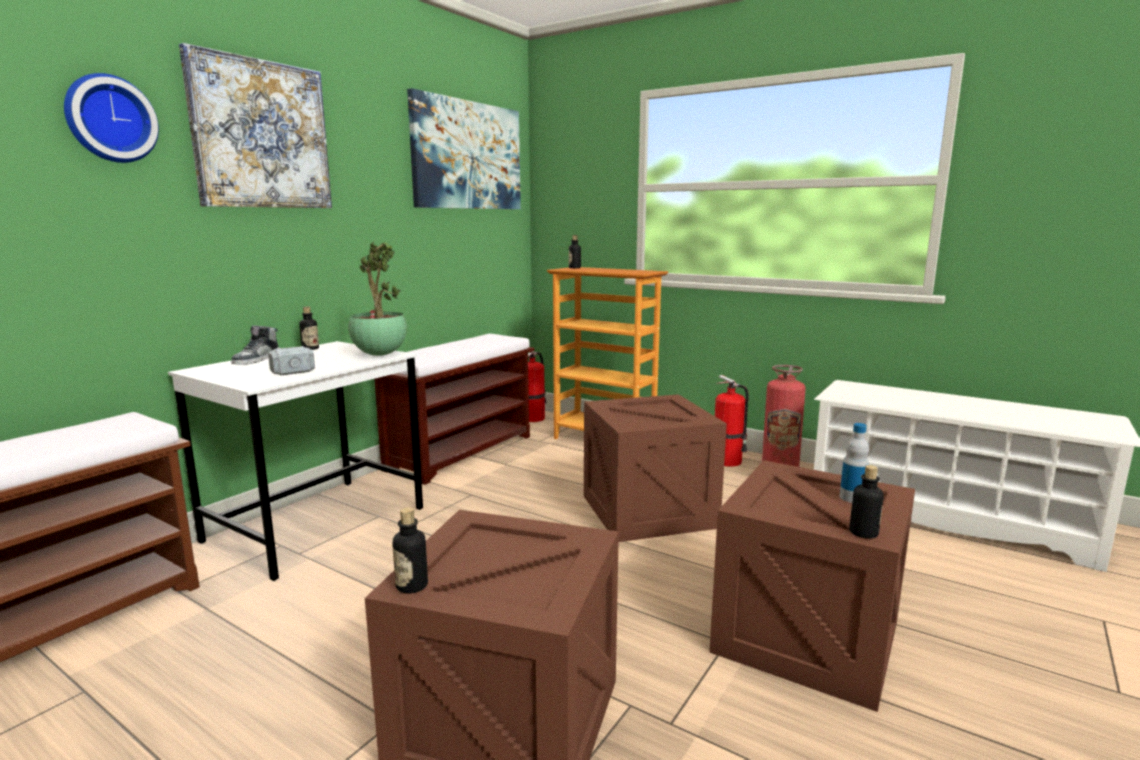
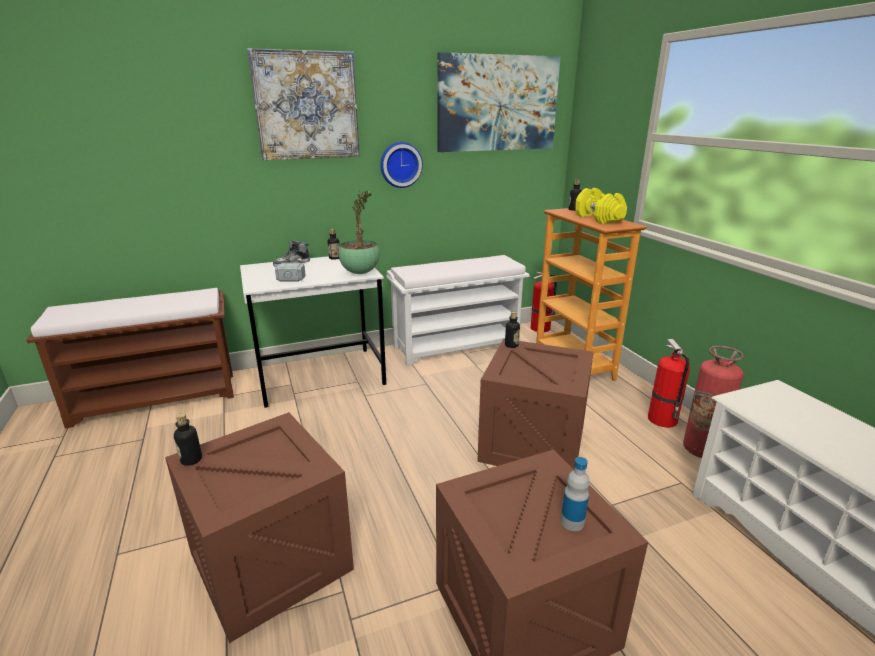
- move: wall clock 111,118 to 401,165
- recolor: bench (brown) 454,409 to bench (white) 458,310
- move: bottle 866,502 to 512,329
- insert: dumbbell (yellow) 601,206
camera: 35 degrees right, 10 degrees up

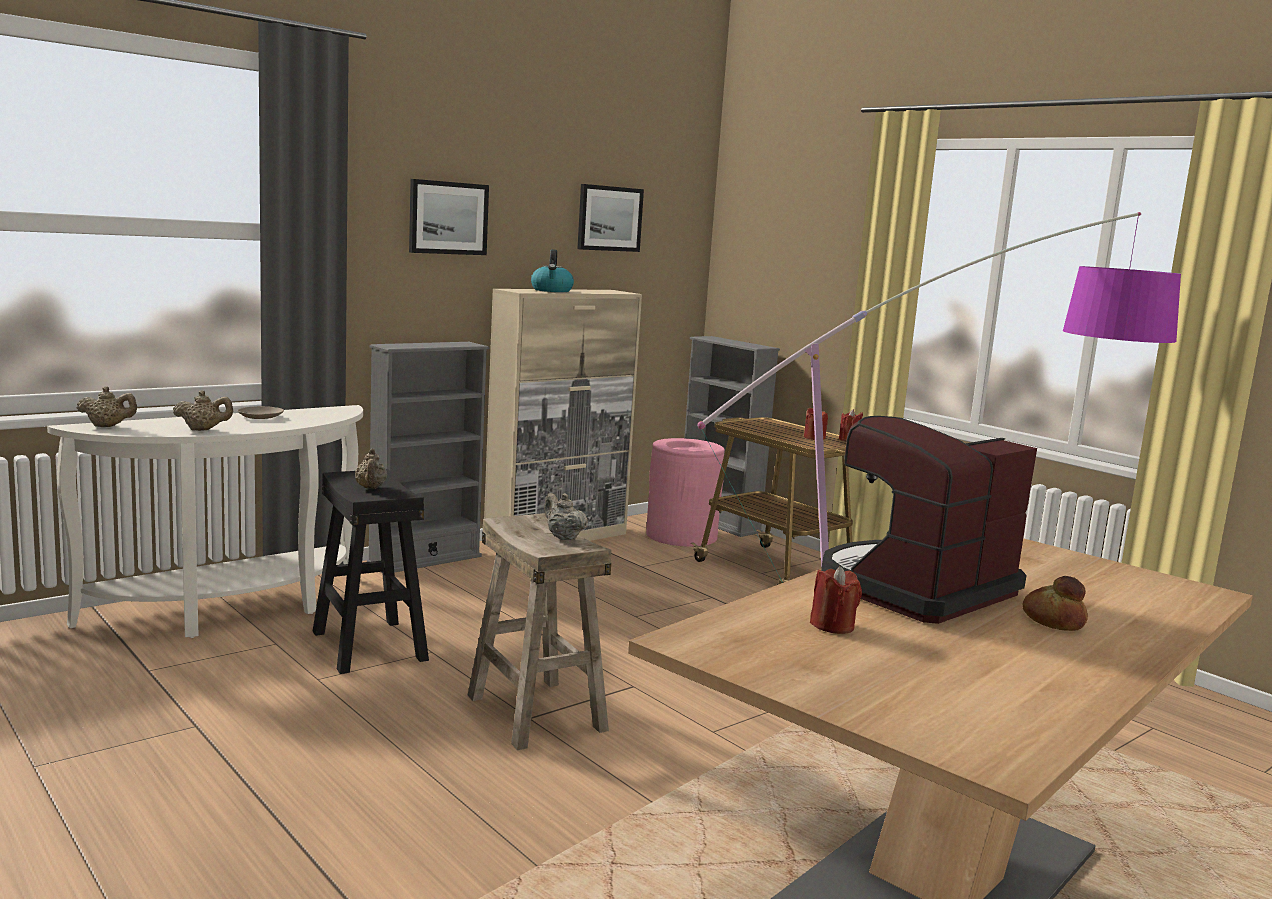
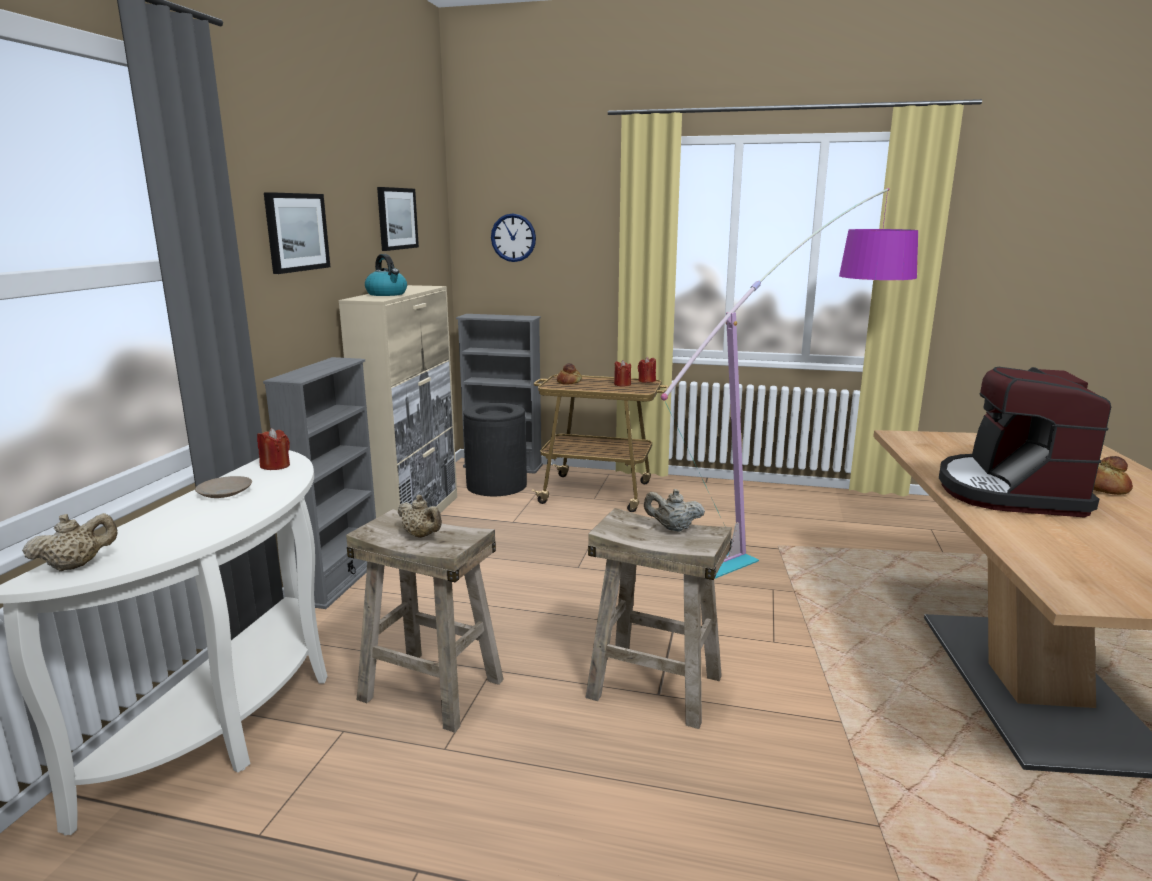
- move: candle (red) 836,600 to 273,449
- recolor: stool (black) 371,571 to stool (beige) 425,621
- recolor: trash can (pink) 685,492 to trash can (black) 495,449
- insert: wall clock 513,237
- insert: bread 569,374
- delete: teapot (beige) 203,410
camera: 35 degrees left, 5 degrees up

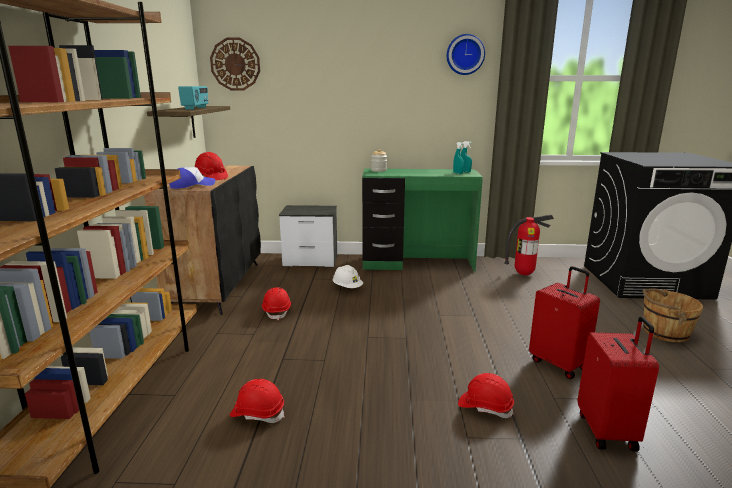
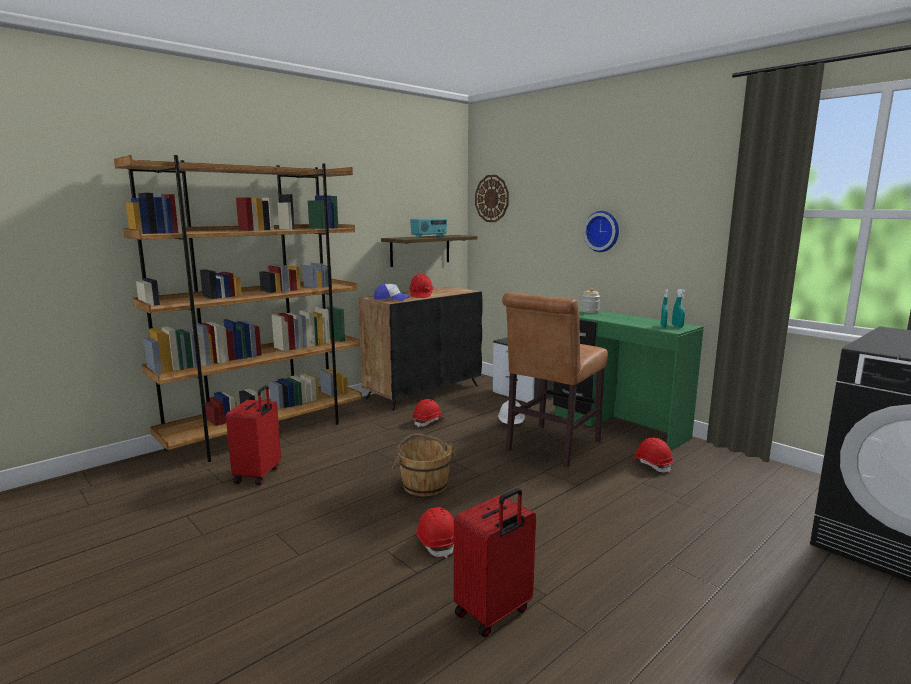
- move: suitcase (red) 564,322 to 253,435
- move: bucket (brown) 672,315 to 424,465
- insert: chair (brown) 555,380
- move: wall clock 466,54 to 601,231
- move: hard hat (red) 257,401 to 652,455
- delete: fire extinguisher 529,245
camera: 45 degrees right, 5 degrees down

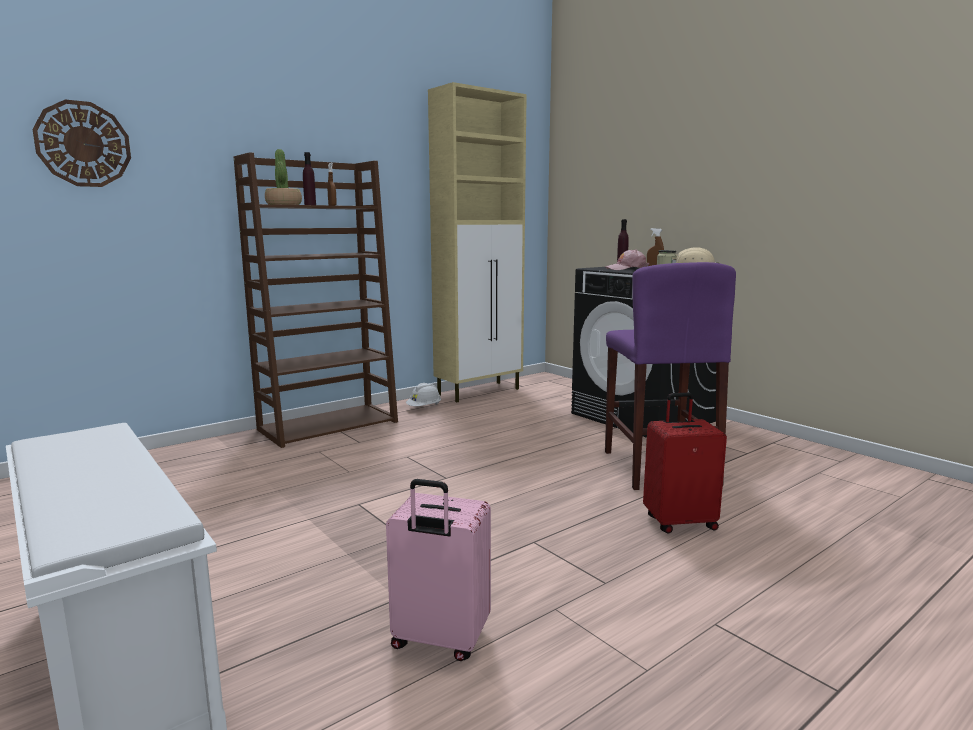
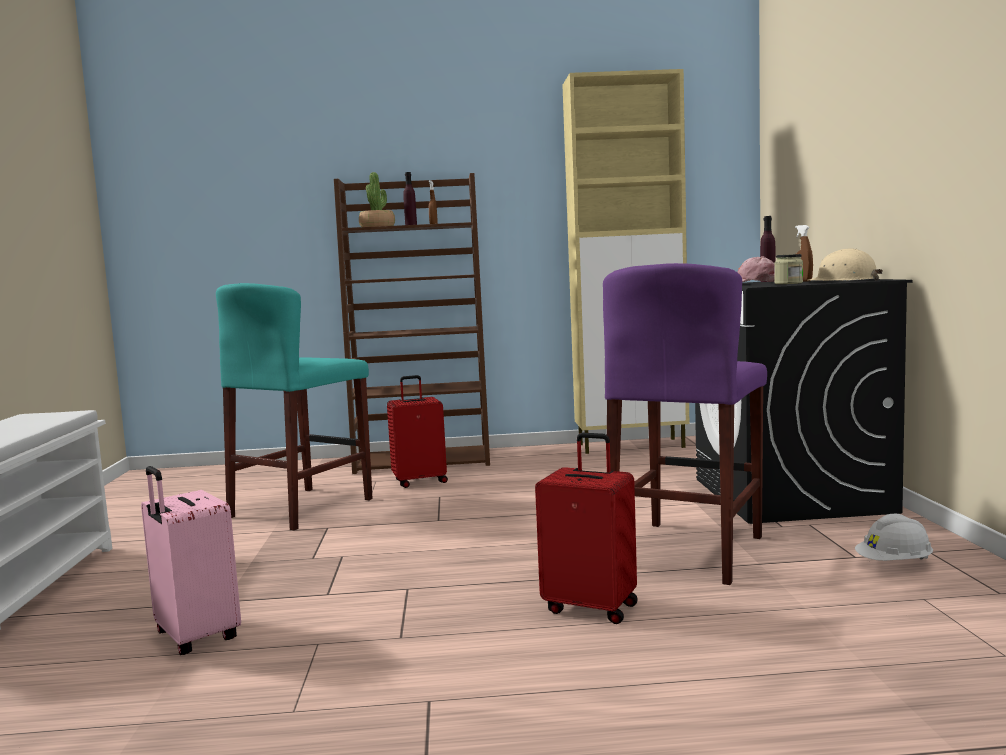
- insert: stool (turquoise) 294,406
- insert: suitcase (red) 417,431
- move: hard hat (white) 423,394 to 894,537
- delete: wall clock 81,143
camera: 35 degrees right, 5 degrees down

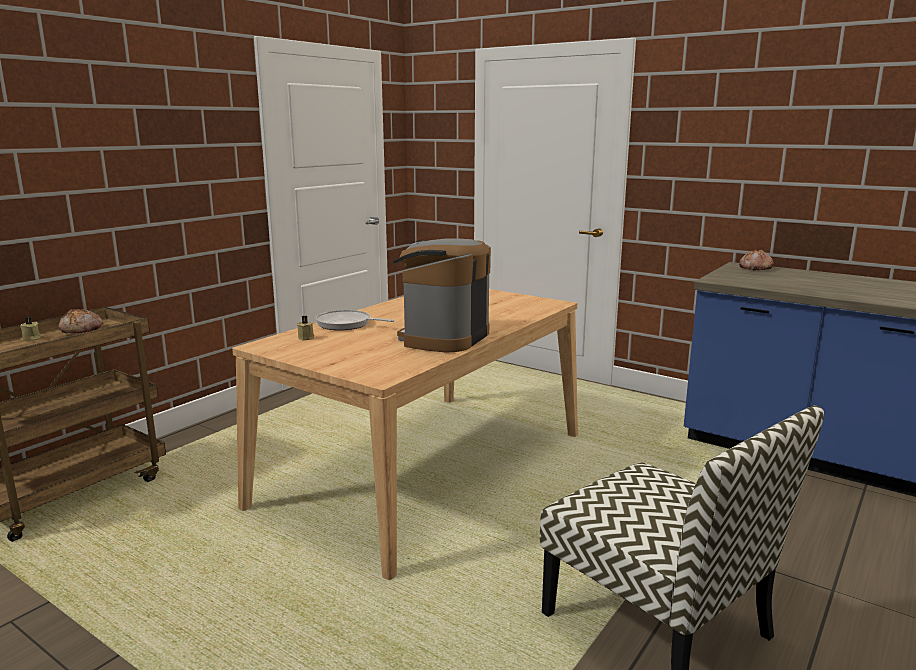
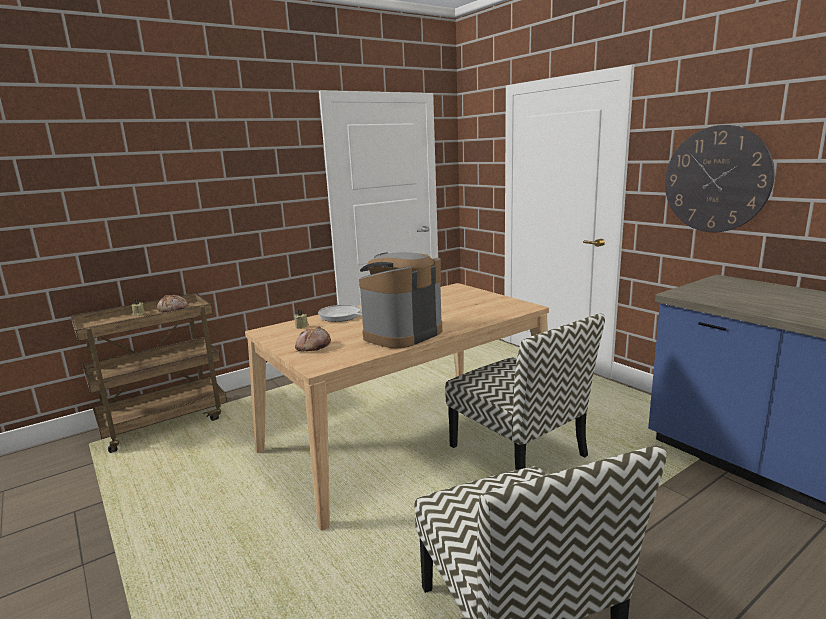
- move: bread 756,260 to 313,339
- insert: chair 525,391
- insert: wall clock 720,178
camera: 20 degrees right, 0 degrees up

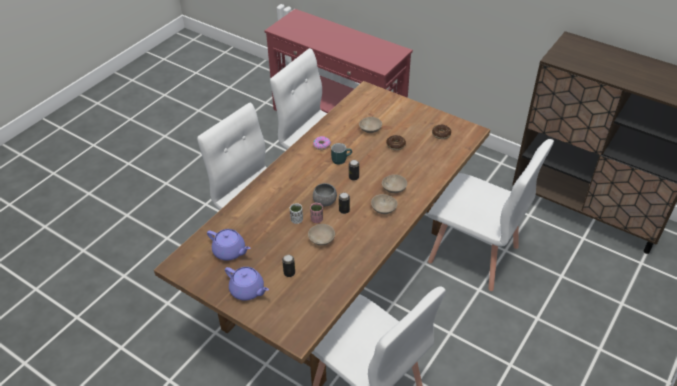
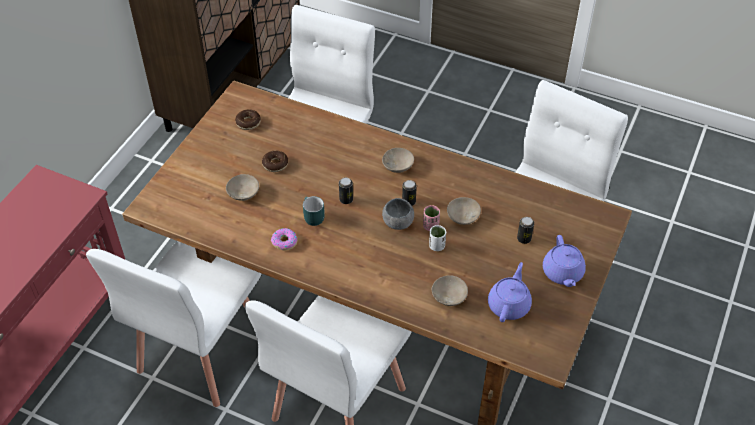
- move: bowl (beige) 394,183 to 450,290
- rotate: teapot (purple) 247,284 = 564,261 150 degrees clockwise
camera: 100 degrees left, 5 degrees up

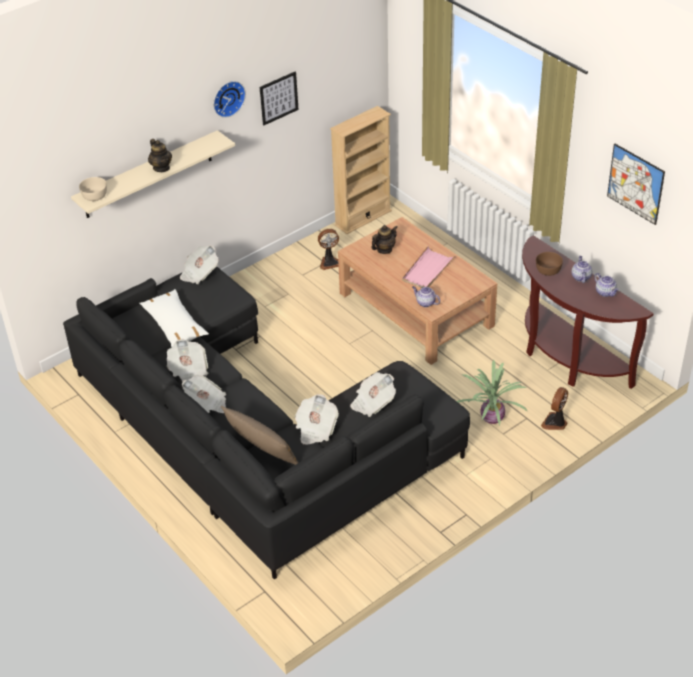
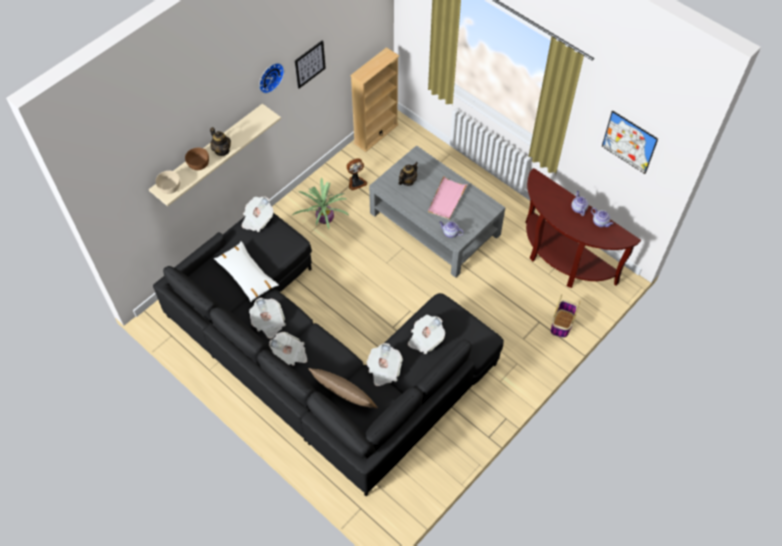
- move: bowl (brown) 549,264 to 197,159
- move: potted plant 492,393 to 321,203
- recolor: coffee table (brown) 418,291 to coffee table (grey) 437,211
- replace: fan 554,408 to basket 565,316
camera: 10 degrees left, 15 degrees up

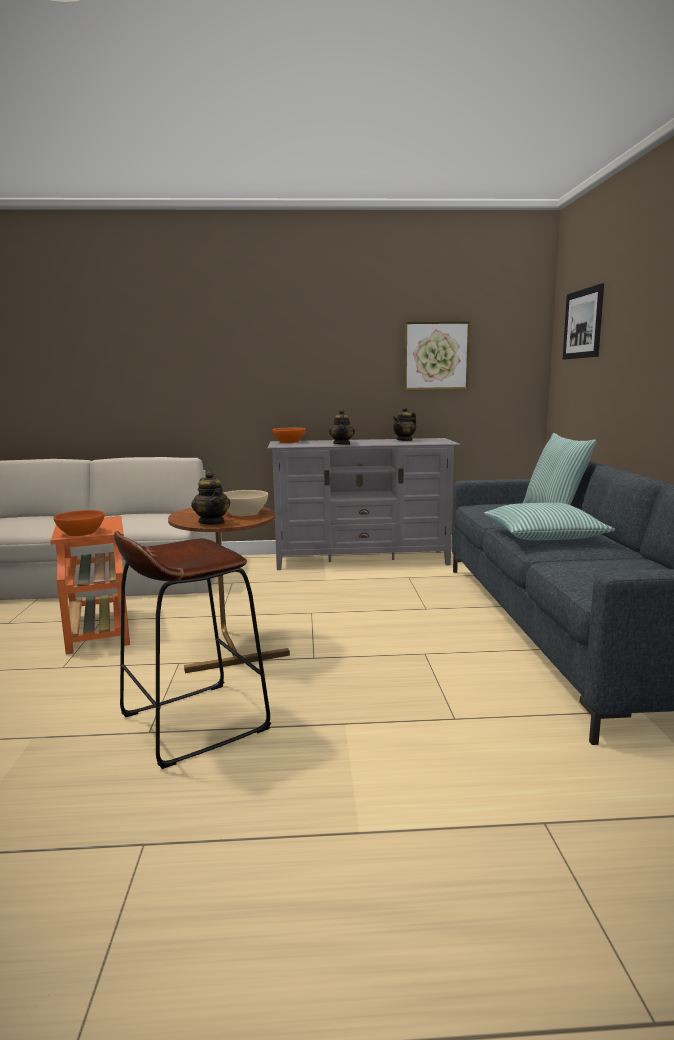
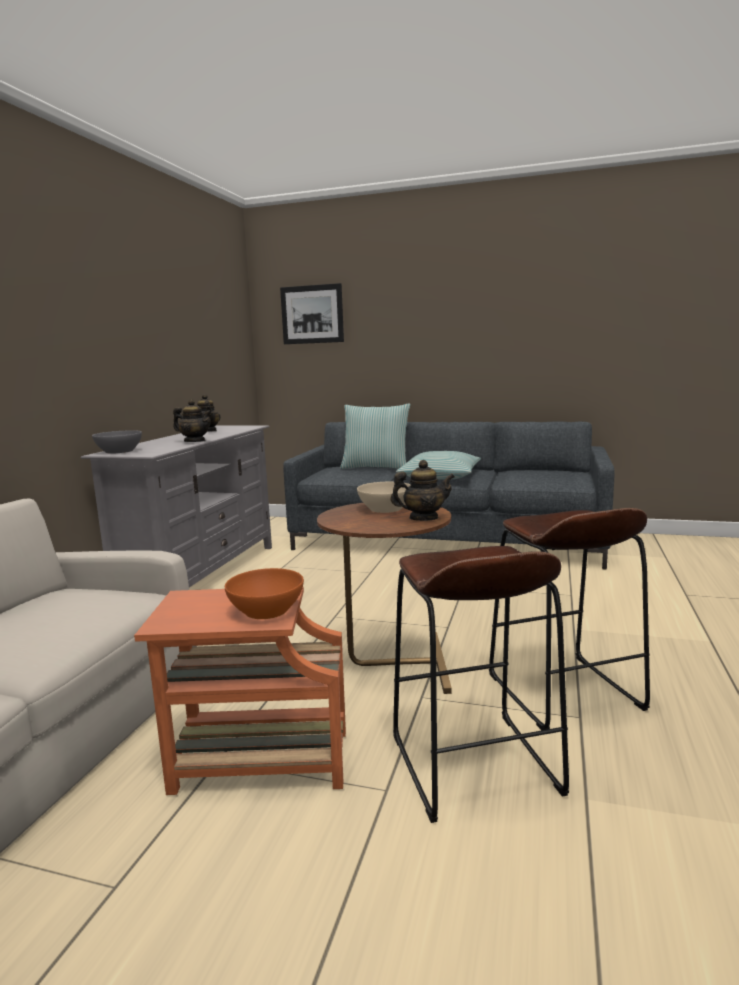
- recolor: bowl (orange) 289,435 to bowl (grey) 117,442
- insert: stool (brown) 481,684
- delete: picture 437,355
camera: 70 degrees left, 0 degrees up

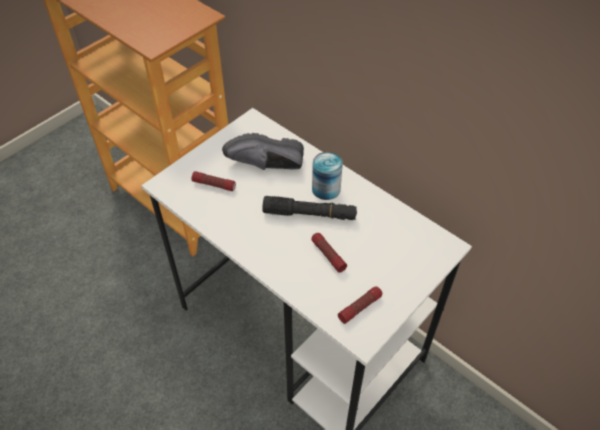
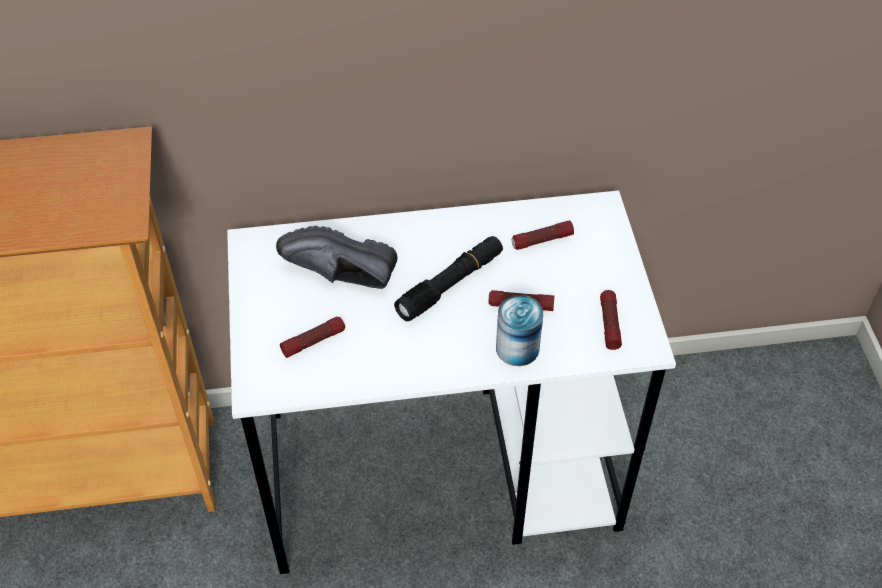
- rotate: shoe (black) 263,151 = 336,257 60 degrees clockwise
- move: can 327,176 to 519,330
- insert: flashlight 543,235
camera: 50 degrees left, 0 degrees up

